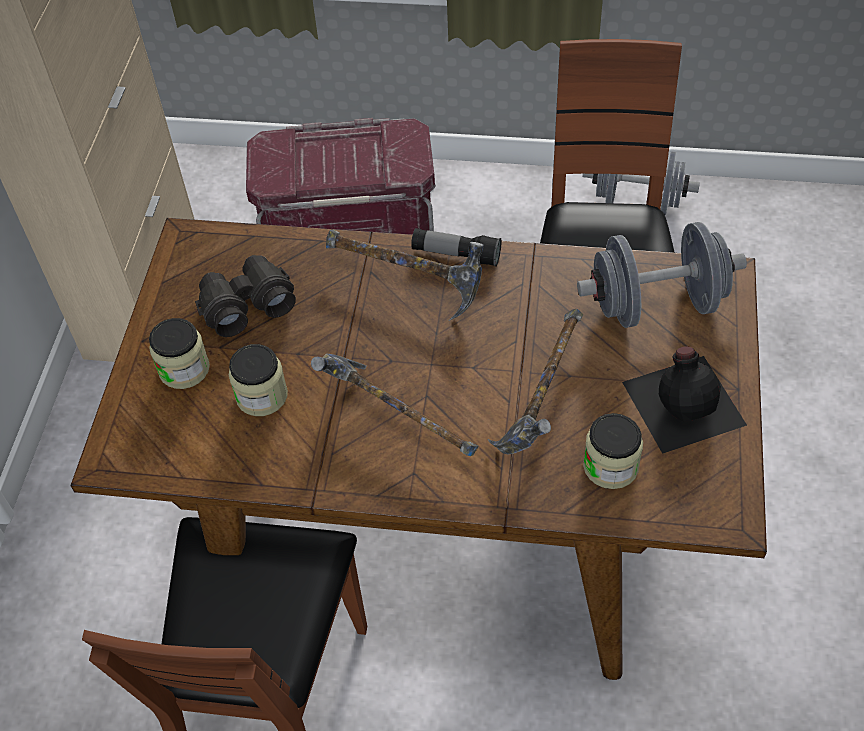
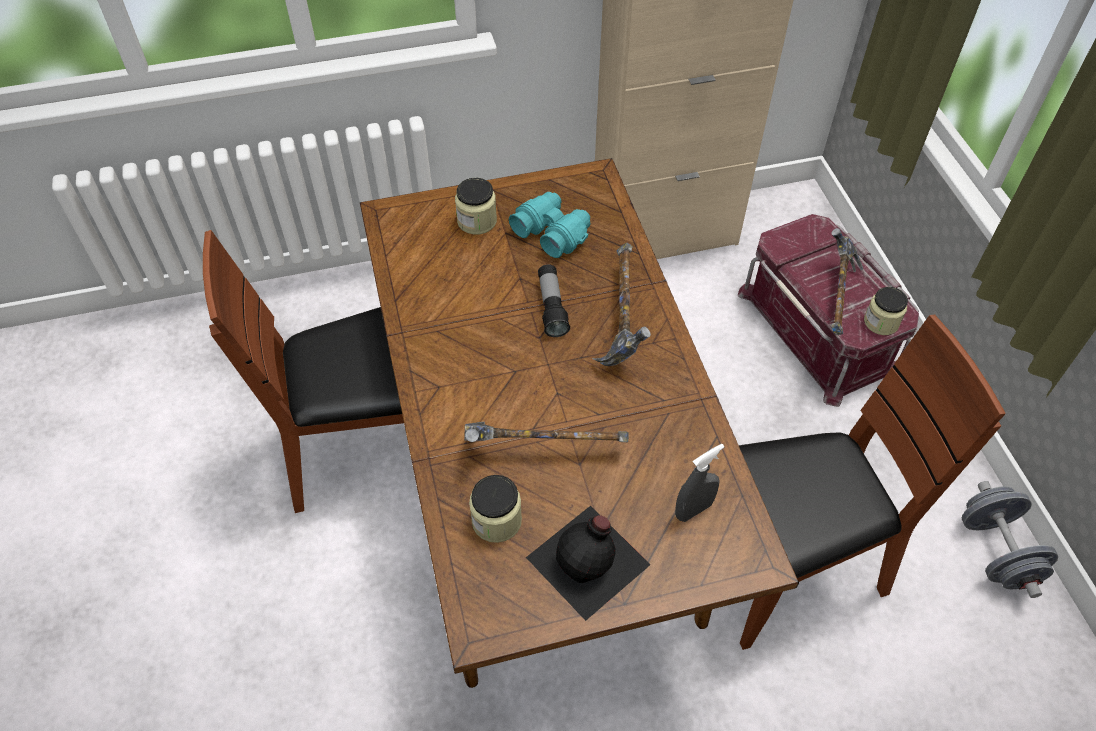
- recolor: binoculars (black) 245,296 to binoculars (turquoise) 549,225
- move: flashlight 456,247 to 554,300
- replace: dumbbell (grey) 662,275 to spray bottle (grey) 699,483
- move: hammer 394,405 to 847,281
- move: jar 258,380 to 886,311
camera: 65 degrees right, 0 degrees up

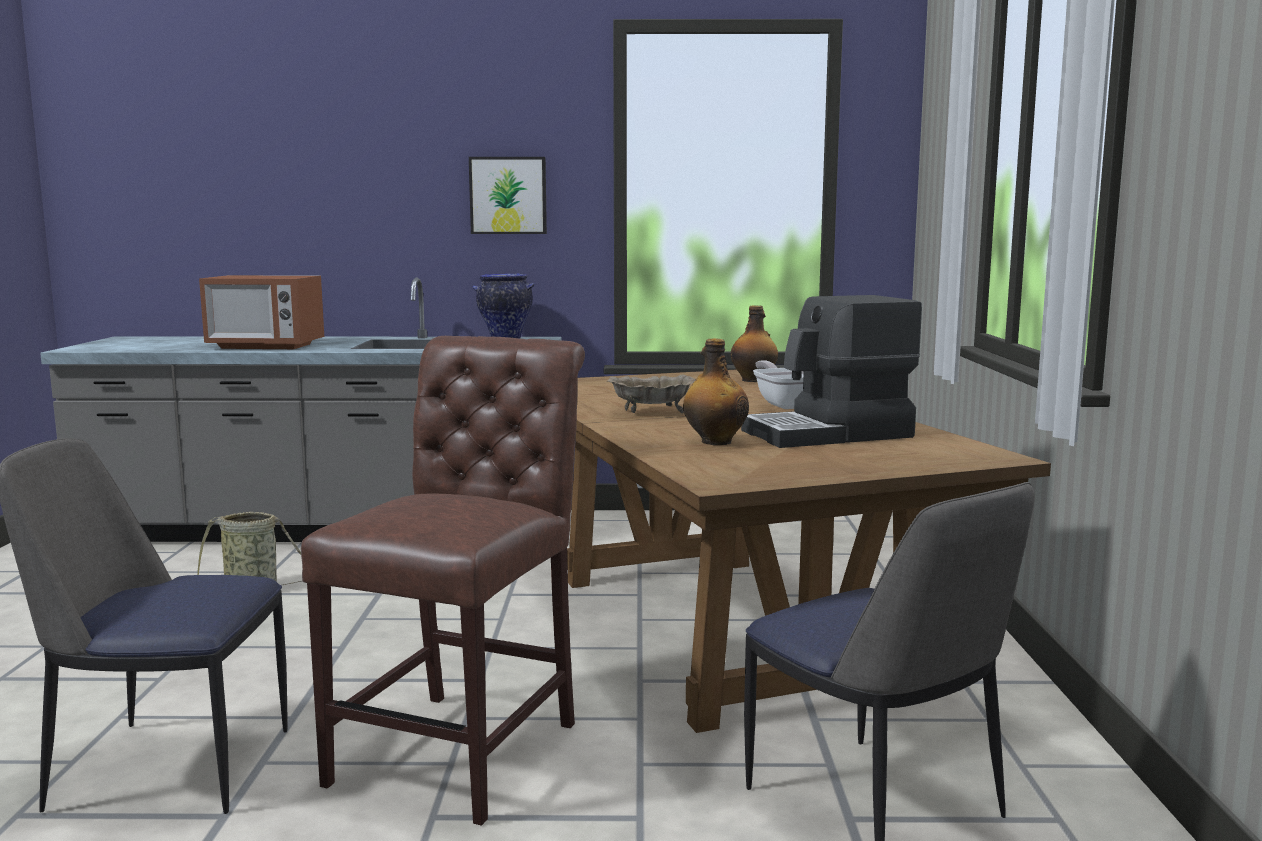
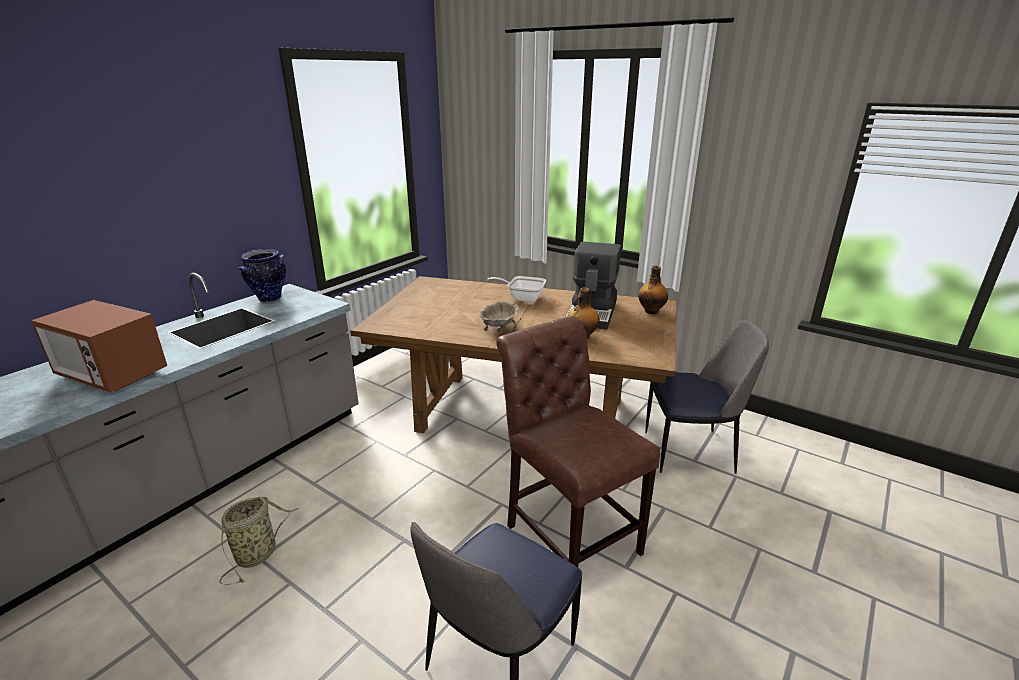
- rotate: microwave 261,312 = 99,346 75 degrees clockwise
- move: bottle 754,343 to 653,289
- delete: picture 508,195
camera: 55 degrees left, 15 degrees up

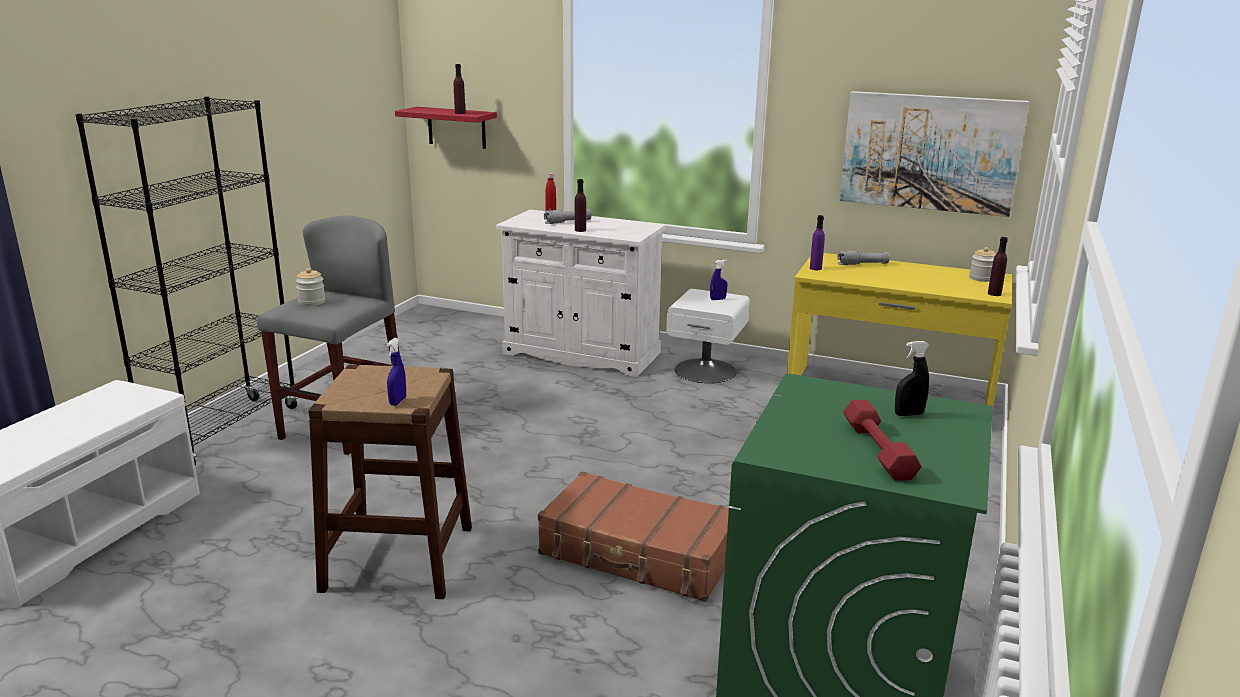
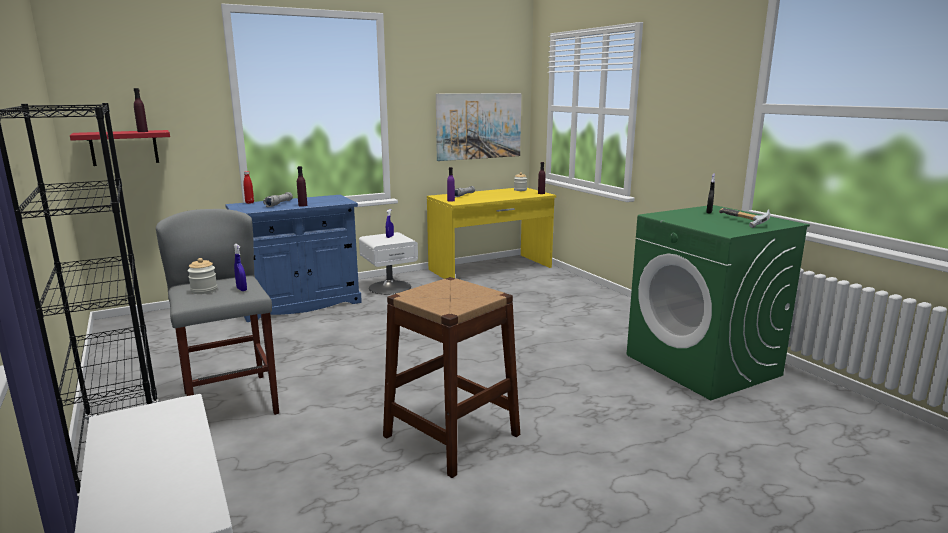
- recolor: cabinet (white) 581,293 to cabinet (blue) 293,258
- move: spray bottle (blue) 396,372 to 240,267
- replace: dumbbell (red) 882,440 to hammer 744,218
- delete: suitcase (brown) 633,536
camera: 50 degrees left, 5 degrees down

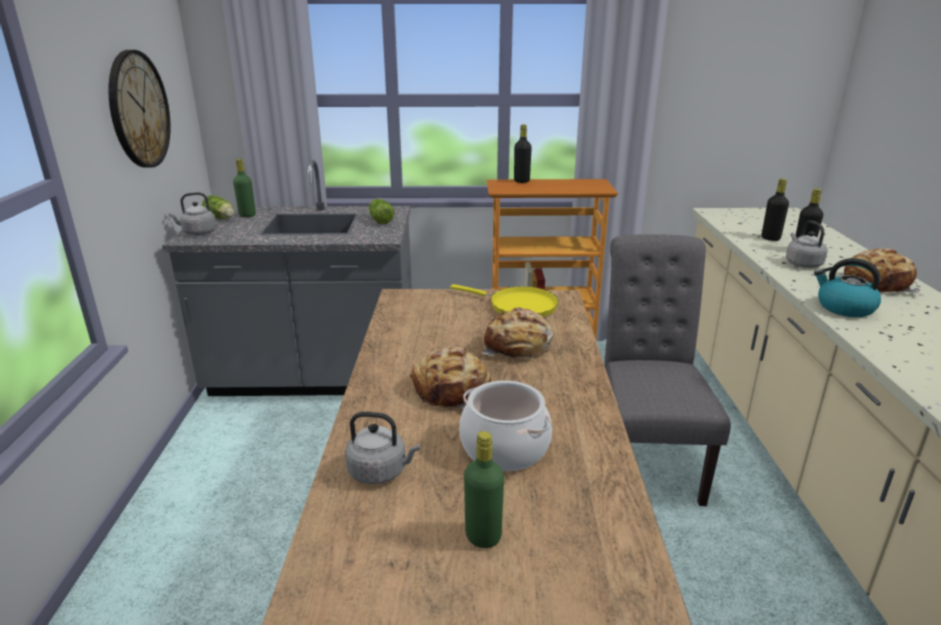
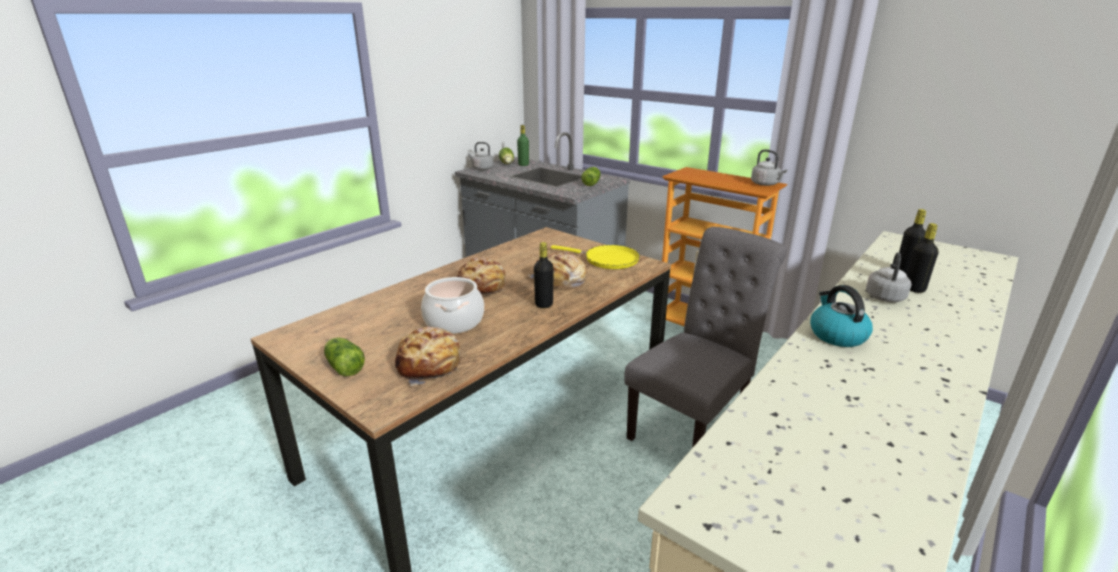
- insert: lettuce 344,356
- move: bread 882,270 to 428,356
- move: bottle (black) 523,153 to 544,275
- rotate: frying pan (yellow) 504,300 = 595,257 45 degrees counterclockwise
- move: kettle (grey) 382,448 to 769,167
- delete: wall clock 139,109
- delete: bottle (green) 484,489
camera: 40 degrees right, 0 degrees up

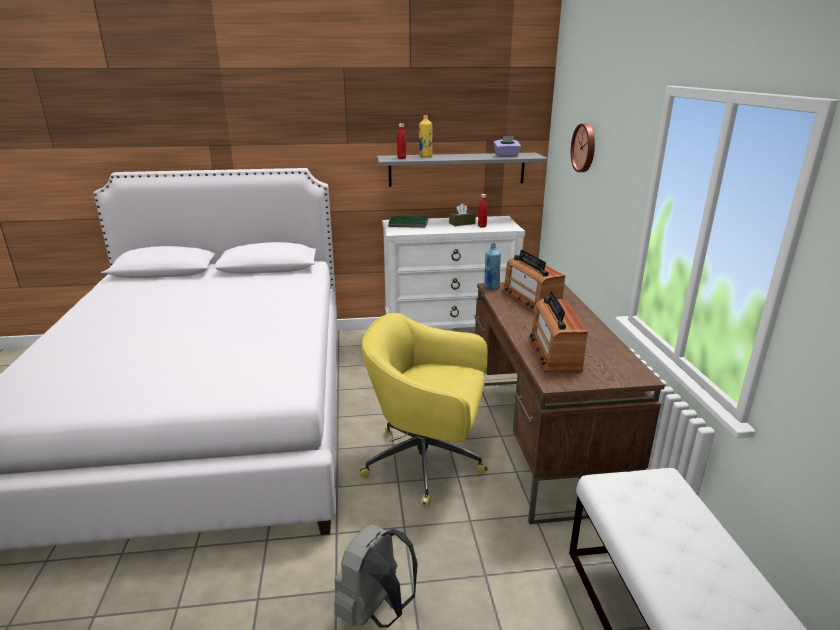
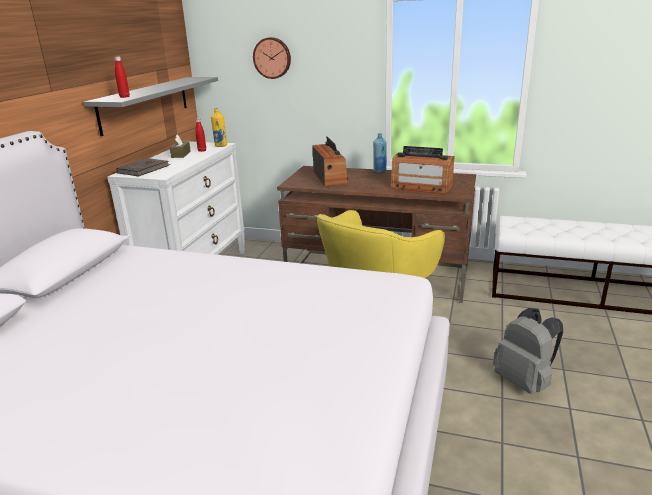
- recolor: book (green) 408,222 to book (brown) 143,167
- move: bottle (yellow) 426,136 to 219,127
- rotate: radio 534,281 = 330,161 105 degrees counterclockwise
- move: bottle (blue) 492,266 to 380,153
- delete: tissue box (purple) 507,146
camera: 65 degrees left, 0 degrees up

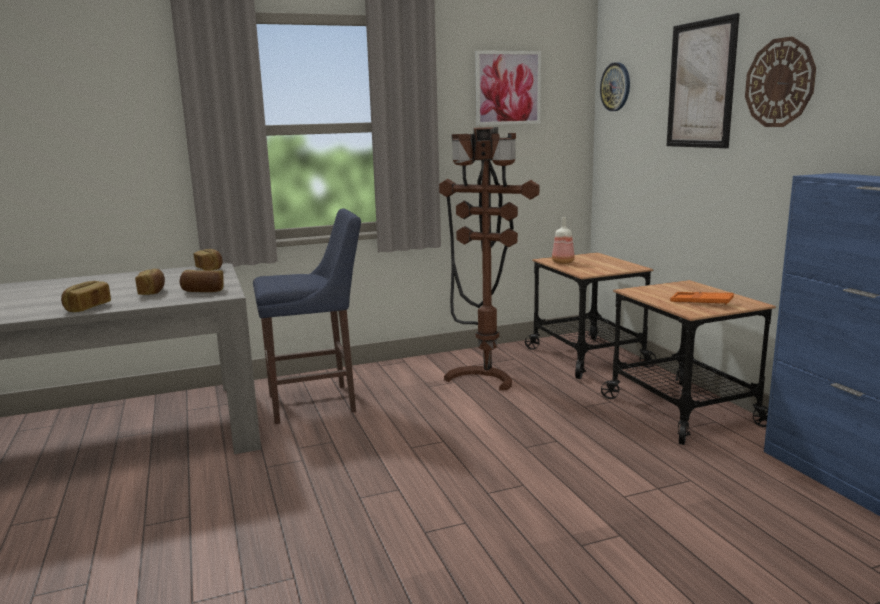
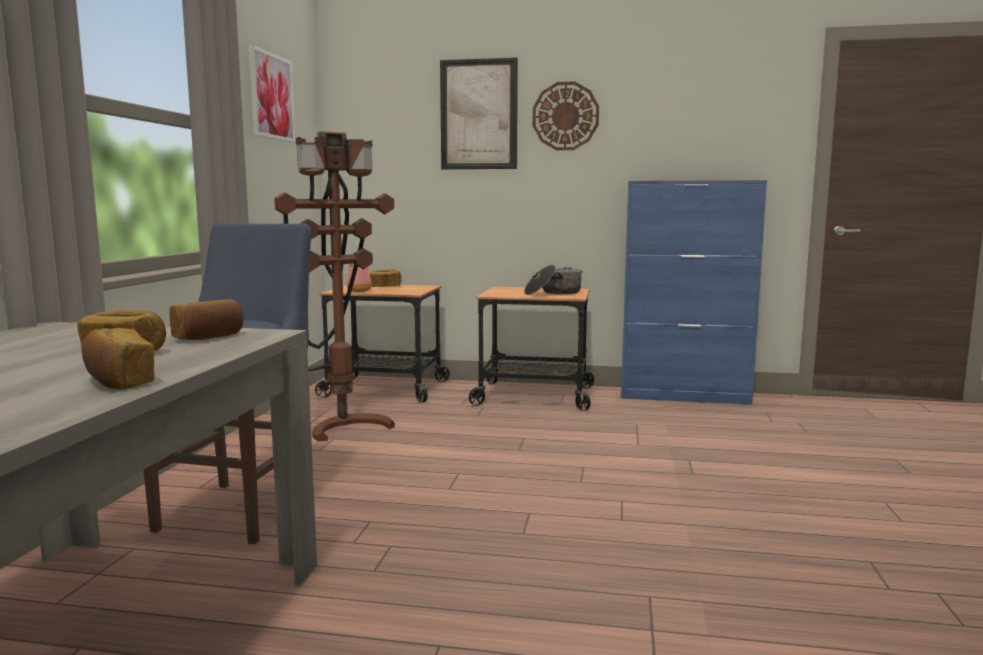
- move: bread 208,259 to 386,278
- replace: tray (orange) 702,298 to cooking pot 553,280
- delete: wall clock 615,86
camera: 60 degrees left, 5 degrees down

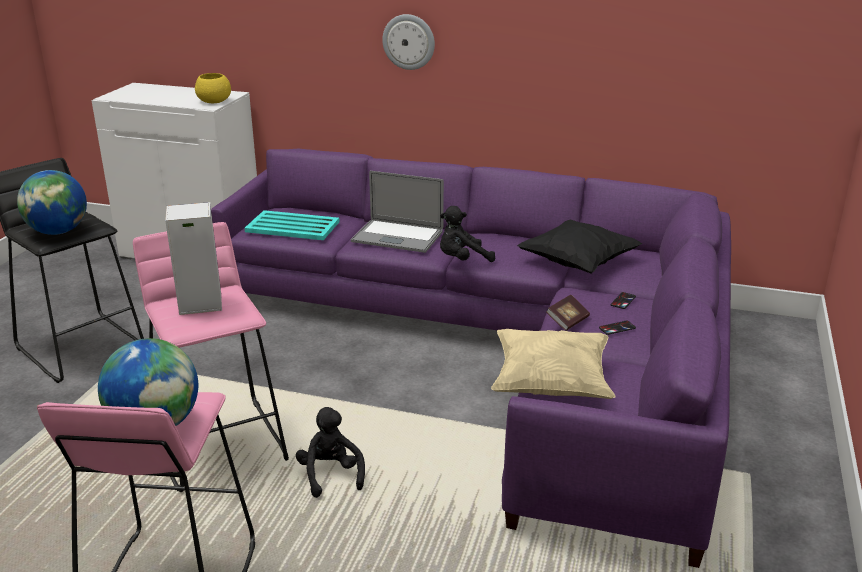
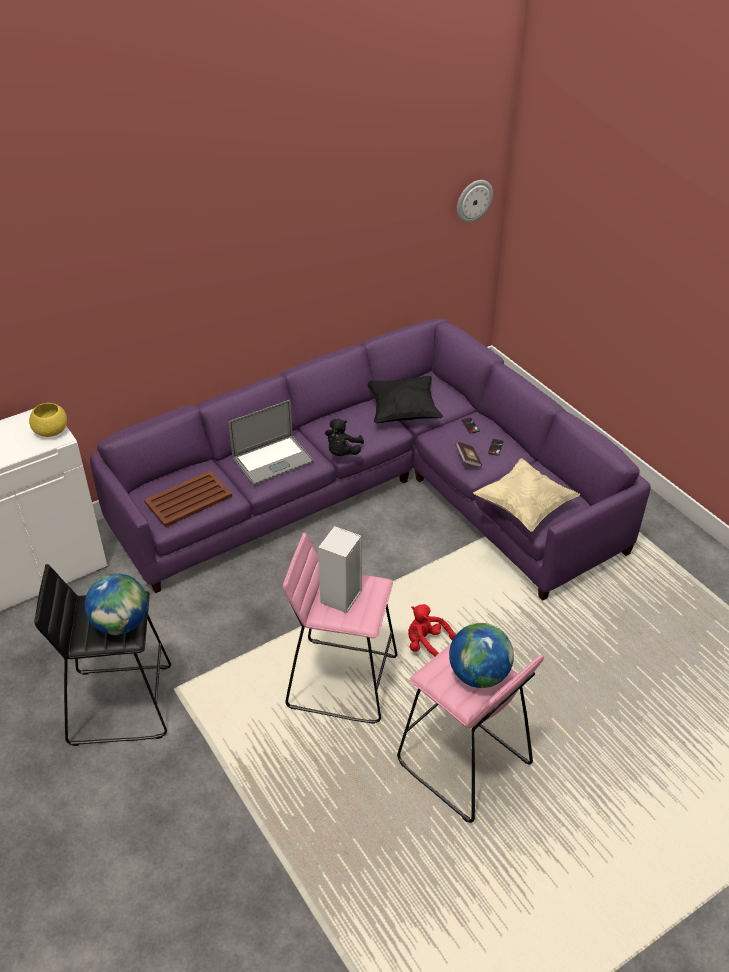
- recolor: tray (turquoise) 292,225 to tray (brown) 188,498
- recolor: plush toy (black) 330,452 to plush toy (red) 432,630
- move: wall clock 408,42 to 475,201
camera: 50 degrees left, 15 degrees up

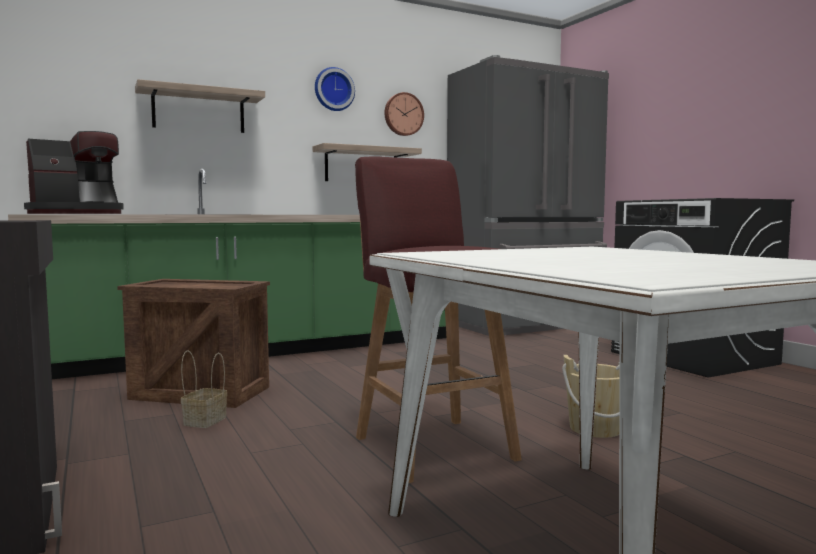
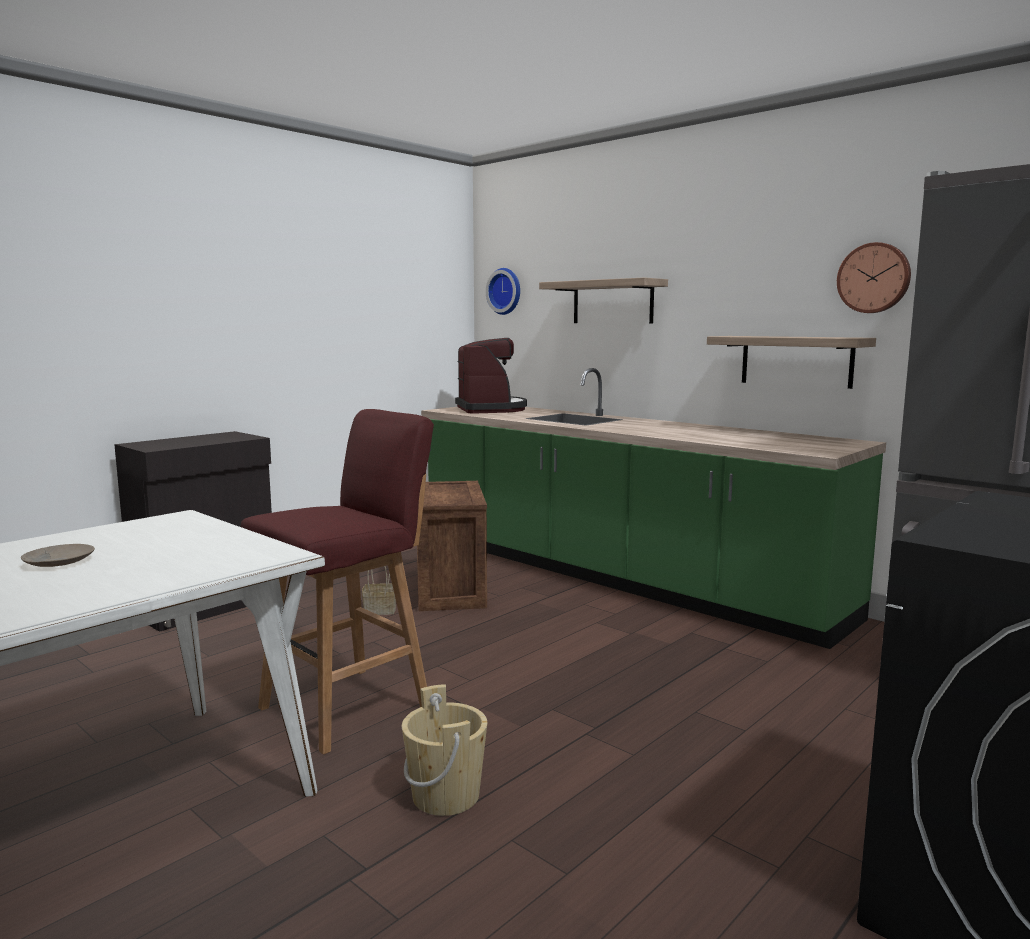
- insert: plate (beige) 58,555
- rotate: coffee machine 74,172 = 491,376 135 degrees counterclockwise
- move: wall clock 335,89 to 503,291
camera: 70 degrees right, 5 degrees up

